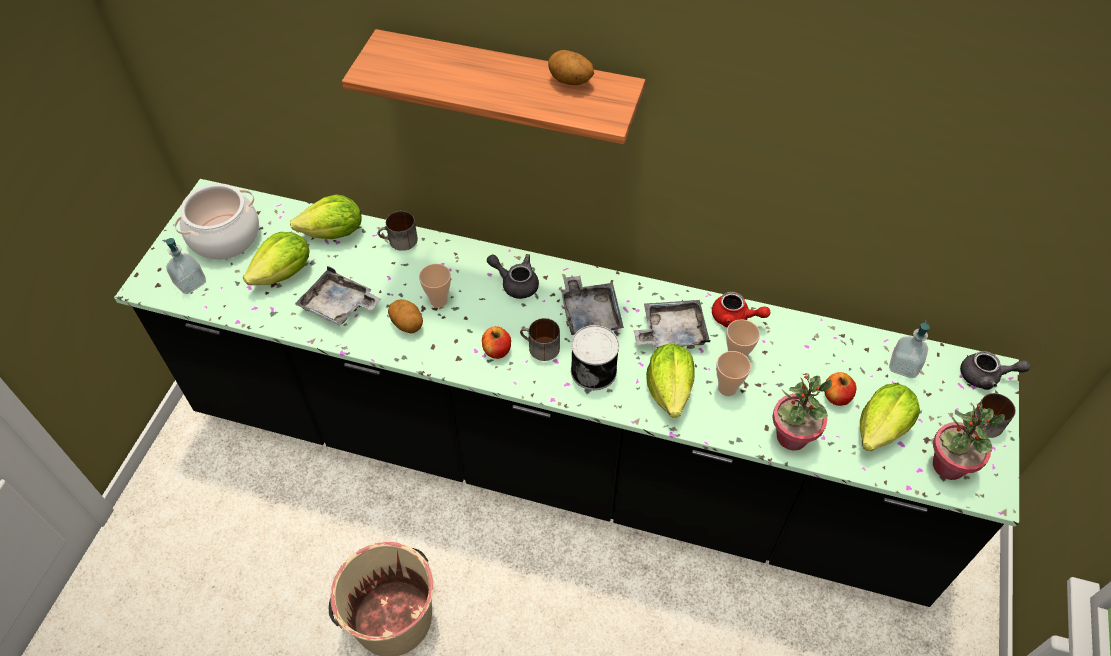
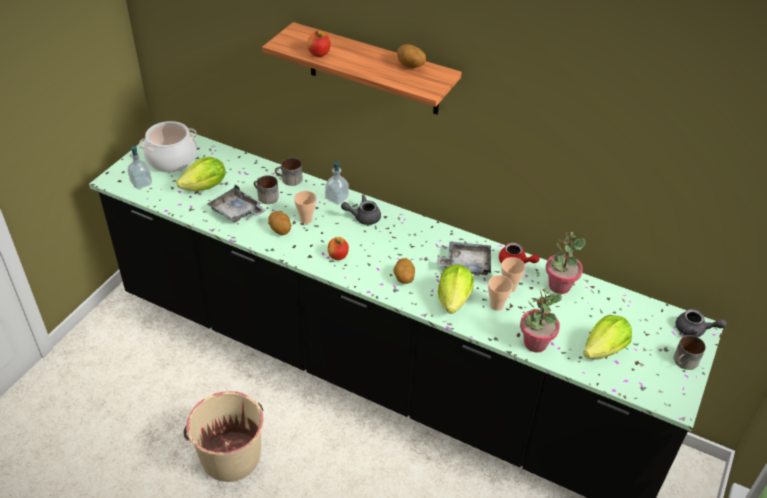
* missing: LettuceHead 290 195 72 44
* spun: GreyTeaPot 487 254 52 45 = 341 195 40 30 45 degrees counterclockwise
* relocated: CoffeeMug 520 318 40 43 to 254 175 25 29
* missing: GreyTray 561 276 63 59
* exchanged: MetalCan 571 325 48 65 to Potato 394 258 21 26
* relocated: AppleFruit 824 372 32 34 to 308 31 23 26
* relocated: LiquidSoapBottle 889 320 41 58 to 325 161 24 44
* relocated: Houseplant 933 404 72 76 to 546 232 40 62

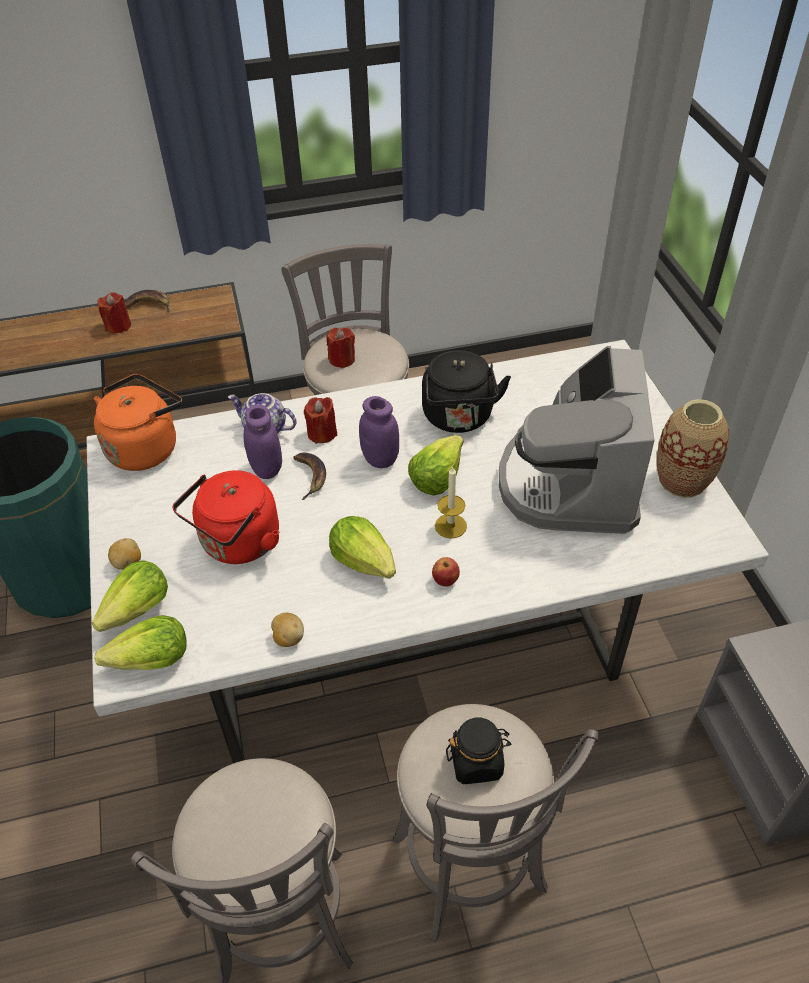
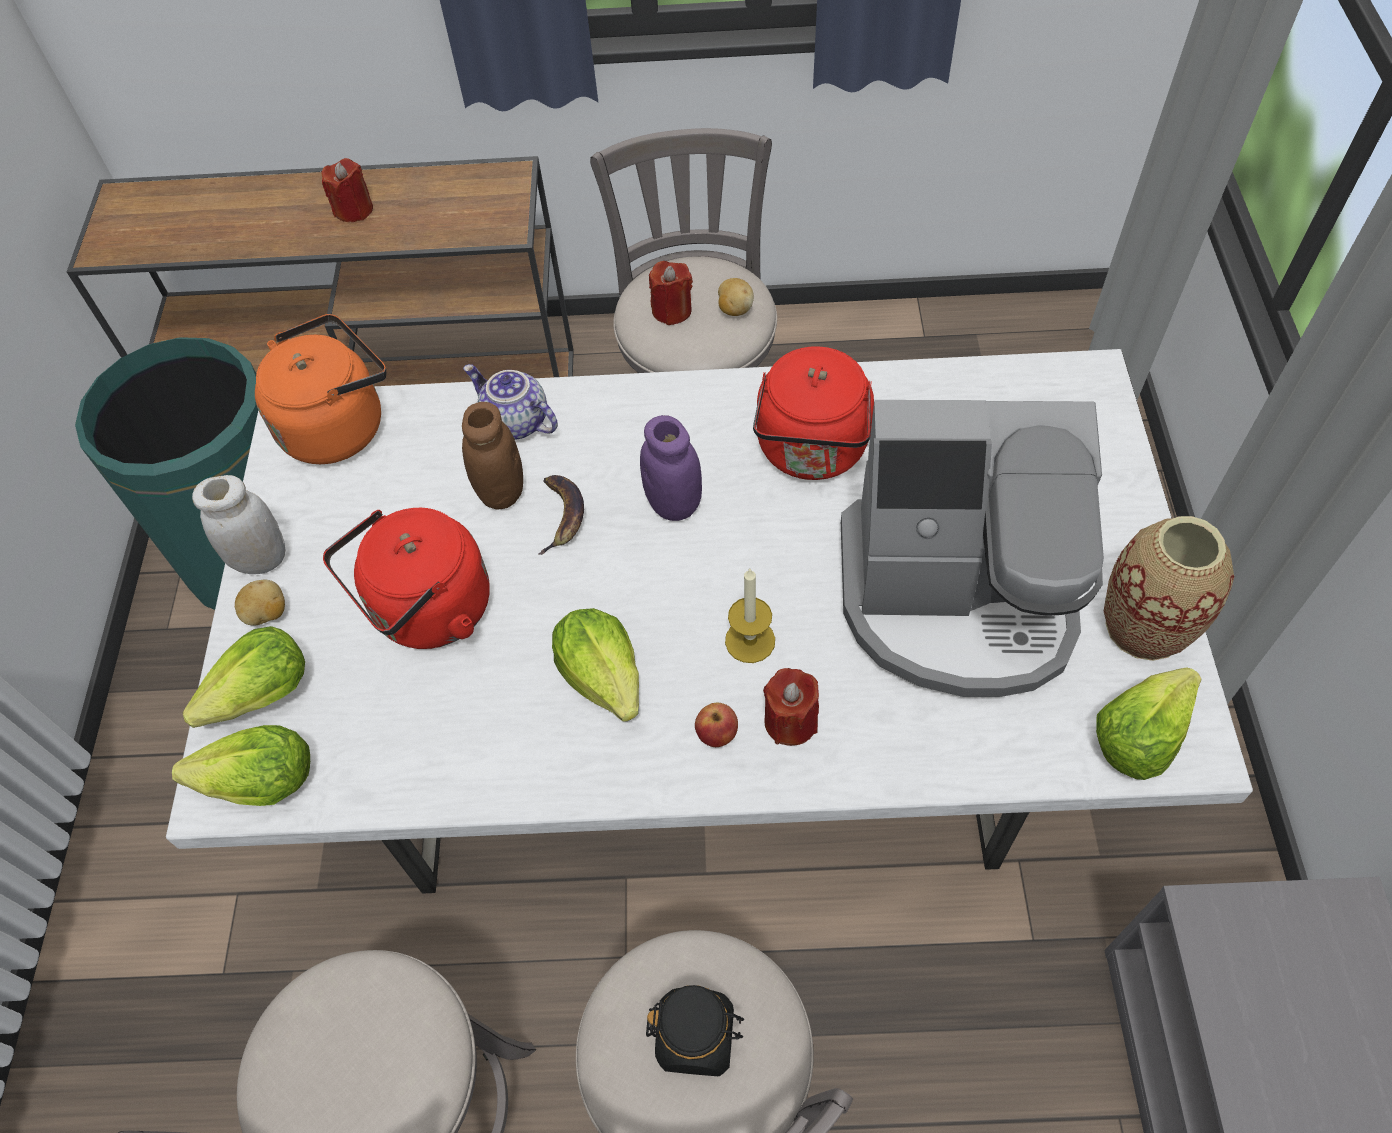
* missing: WholeBanana 125 290 45 23
* colour: PurplishPreserveJar 243 405 39 74 to BrownColouredPreserveJar 462 402 61 108
* relocated: Potato 271 613 33 34 to 718 278 36 38
* relocated: RedWaxLight 304 397 33 47 to 763 668 56 78
* relocated: LettuceHead 408 435 55 60 to 1096 667 106 113
* colour: BlackishTeaKettle 422 350 89 83 to RedTeaKettle 753 346 121 134
* spun: CoffeeBrewer 499 346 155 188 = 841 400 263 297 105 degrees counterclockwise
* appeared: WhitishPreserveJar 192 475 93 99

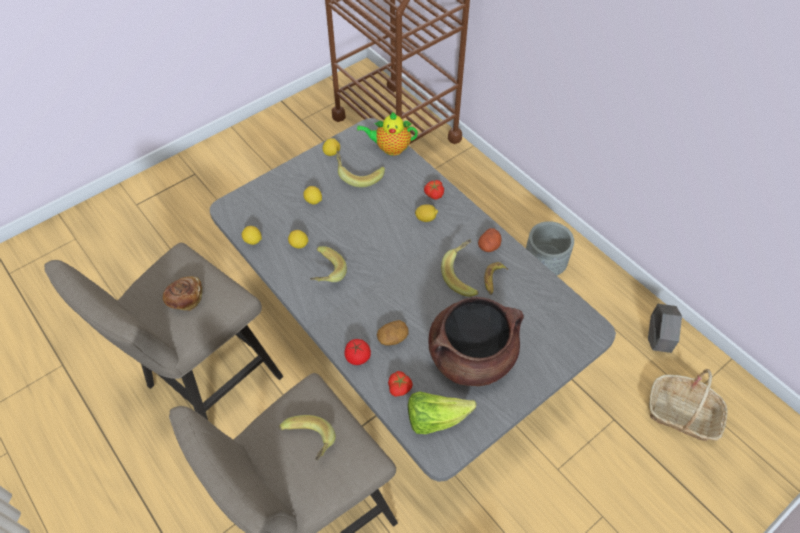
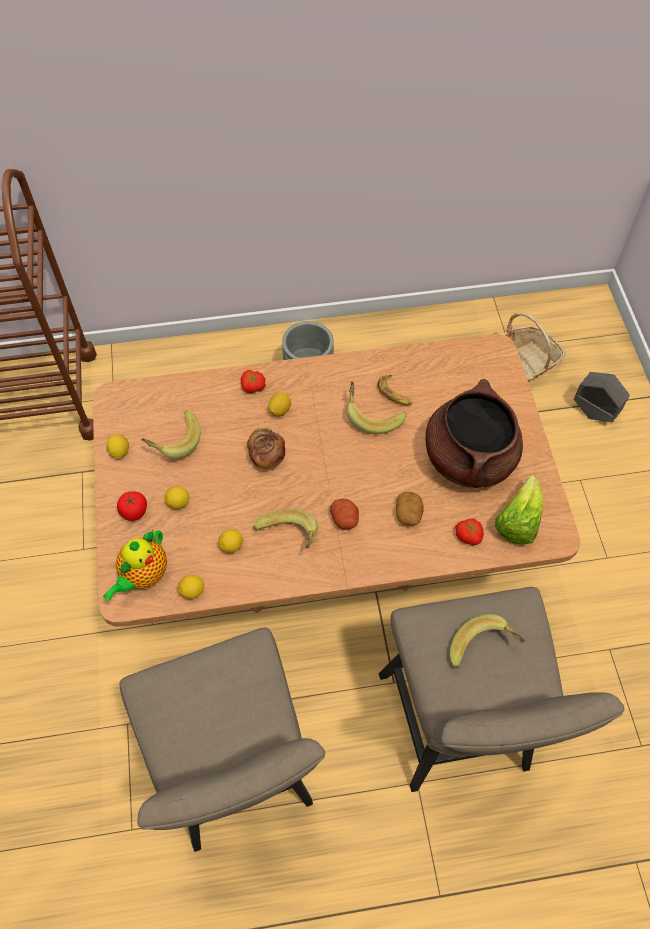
* relocated: Bread 163 276 39 35 to 247 428 38 41
* colour: GreyKitchenTable 210 118 406 364 to BrownColouredKitchenTable 93 334 487 293
* relocated: Tomato 344 339 27 26 to 117 491 30 30
* relocated: TeaPot 357 112 61 44 to 103 530 64 71
* relocated: Potato 478 228 24 24 to 330 499 29 31
* relocated: GreyPlanter 648 304 34 49 to 574 372 56 50

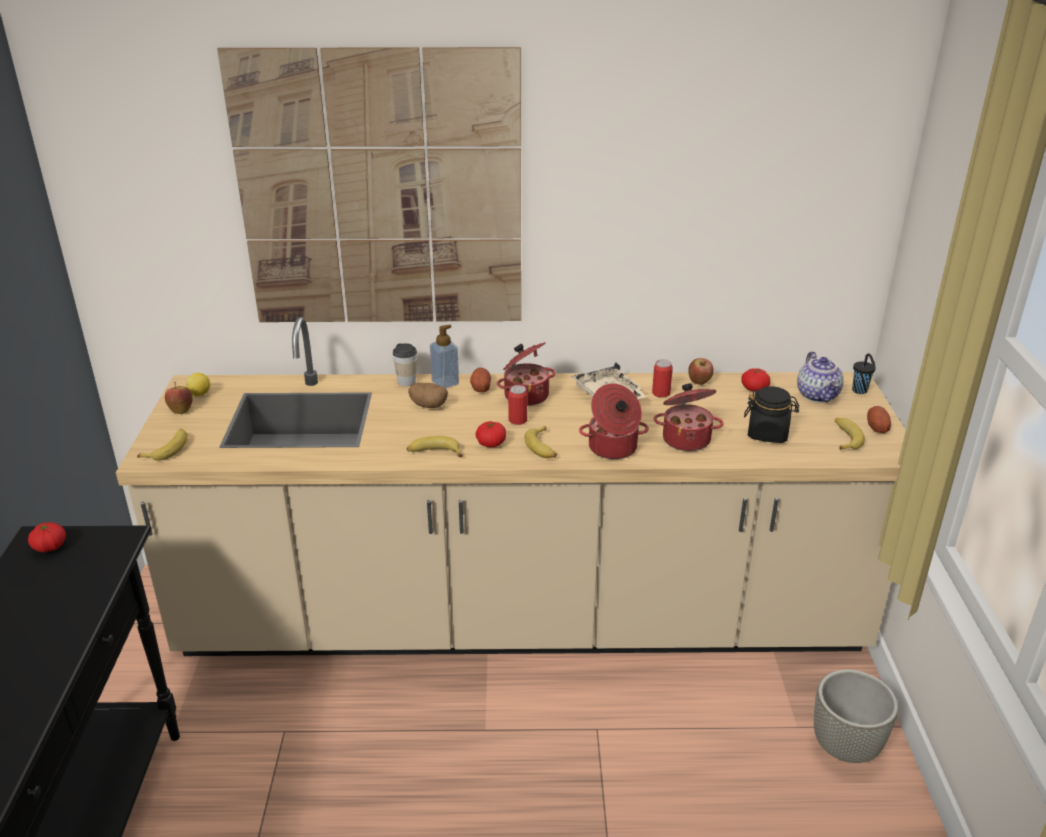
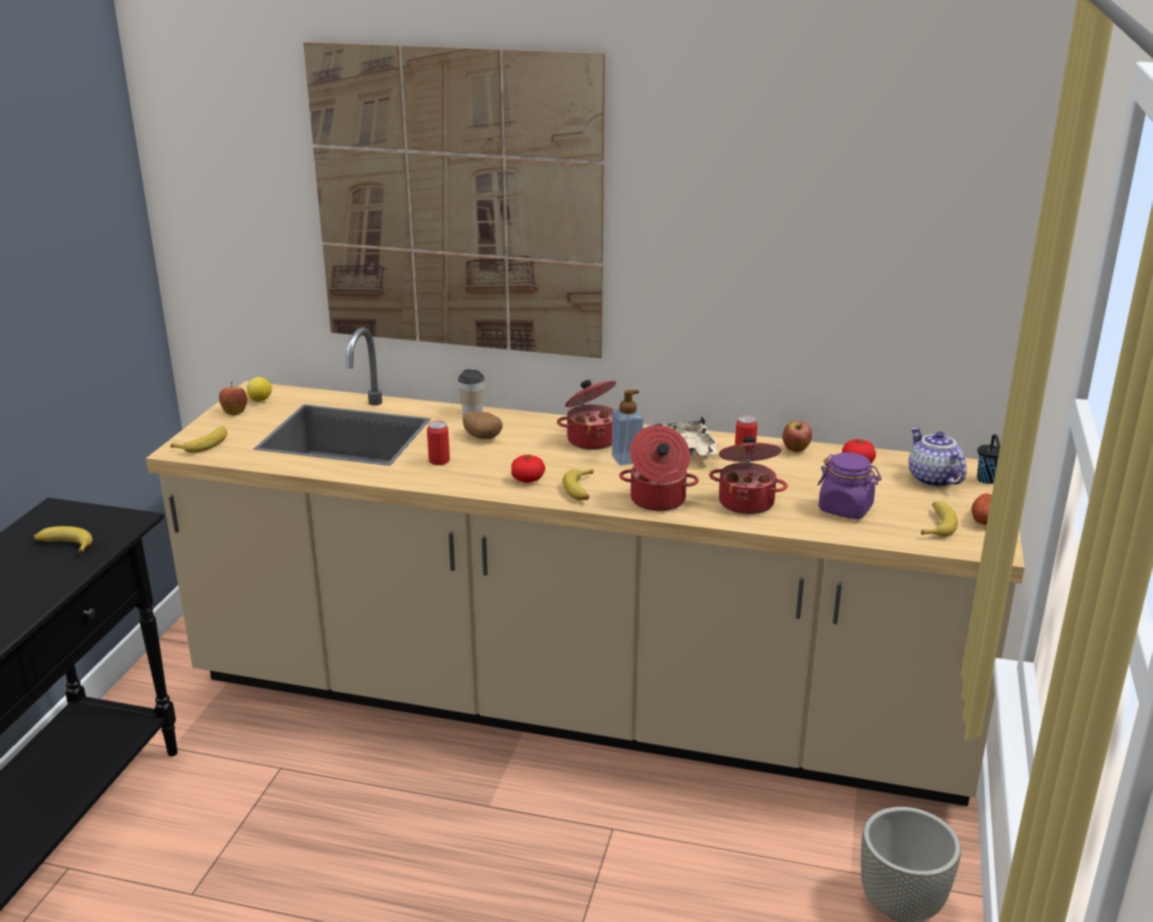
* missing: Tomato 28 522 38 30
* relocated: WholeBanana 406 436 57 21 to 34 526 59 28
* relocated: LiquidSoapBottle 430 325 29 64 to 612 390 32 75
* missing: Potato 470 368 21 24
* relocated: MetalCan 508 385 19 40 to 427 421 23 44
* colour: BlackishPreserveJar 744 386 55 57 to PurplishPreserveJar 817 452 64 67
* spun: TeaPot 797 351 47 52 = 909 427 58 60 150 degrees clockwise

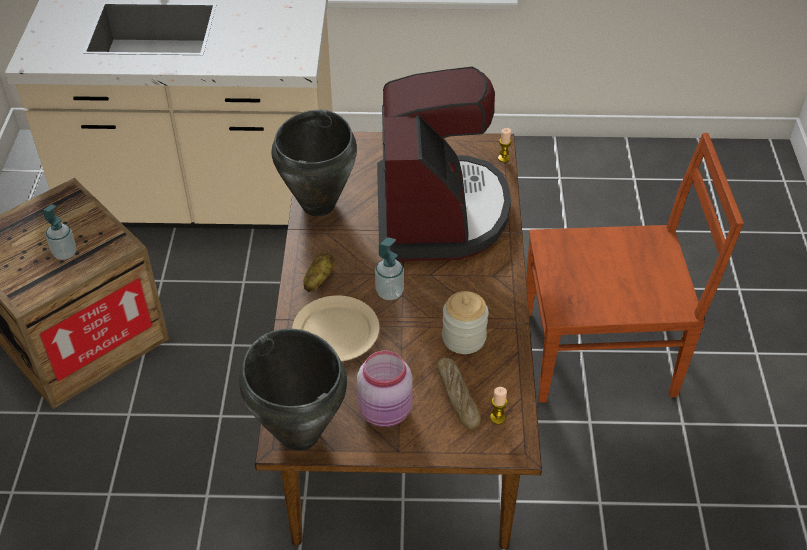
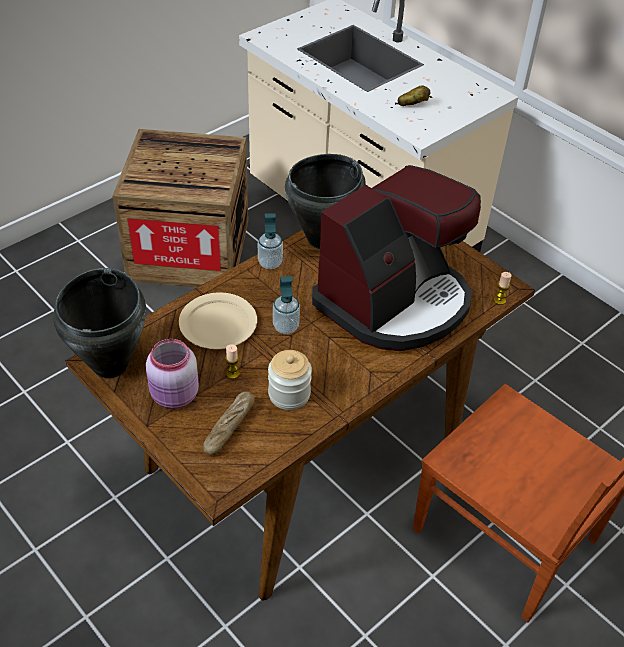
* relocated: LiquidSoapBottle 42 204 34 56 to 258 213 25 56
* relocated: Potato 303 253 32 39 to 398 86 32 20
* relocated: WaxLight 490 387 17 37 to 225 344 15 35

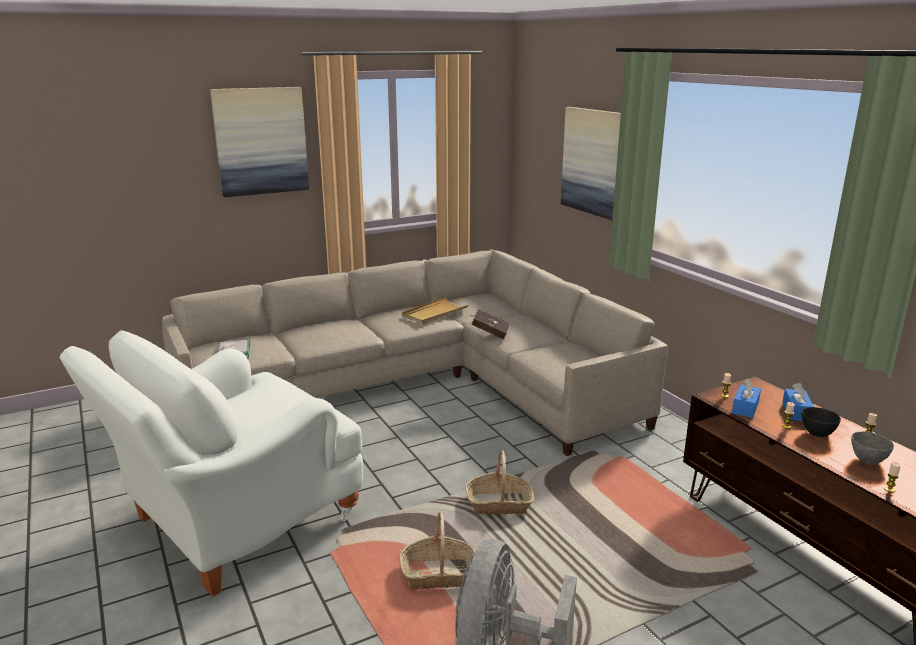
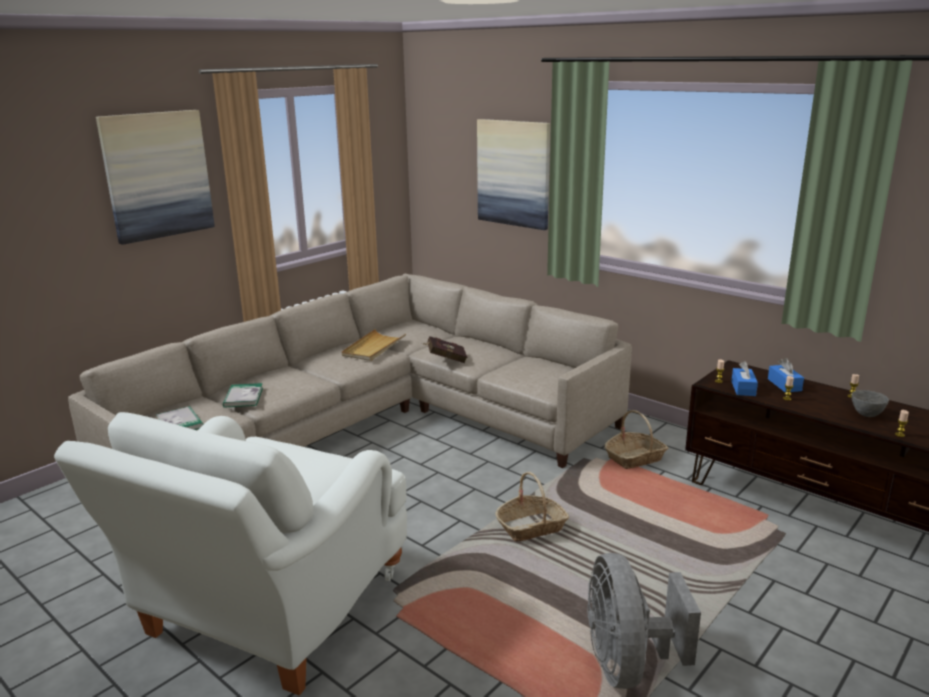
* relocated: StorageBasket 400 512 75 77 to 604 410 64 59
* missing: BlackishDeepDish 802 407 39 30
* appeared: Volume 223 383 40 25

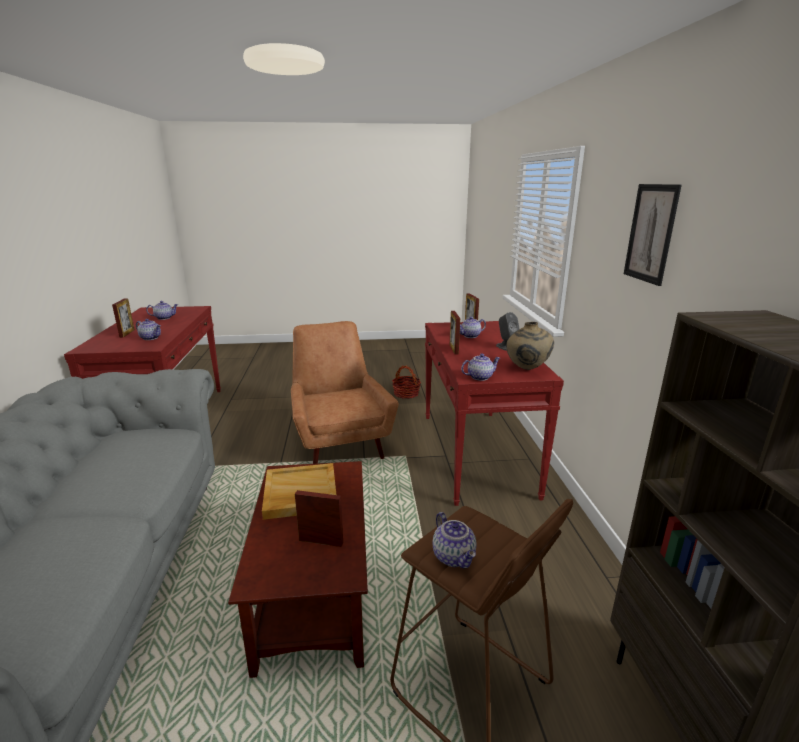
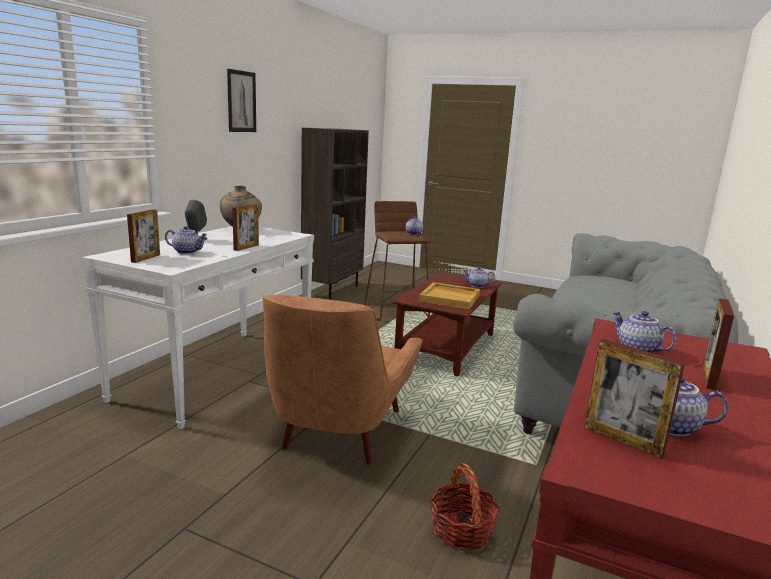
* relocated: StandingFrame 295 490 48 57 to 584 339 101 120
* relocated: StorageBasket 392 366 29 33 to 430 463 69 88
* colour: RedNarrowTable 425 321 139 185 to WhitishNarrowTable 82 226 232 203
* relocated: TeaPot 461 354 39 27 to 463 267 32 21

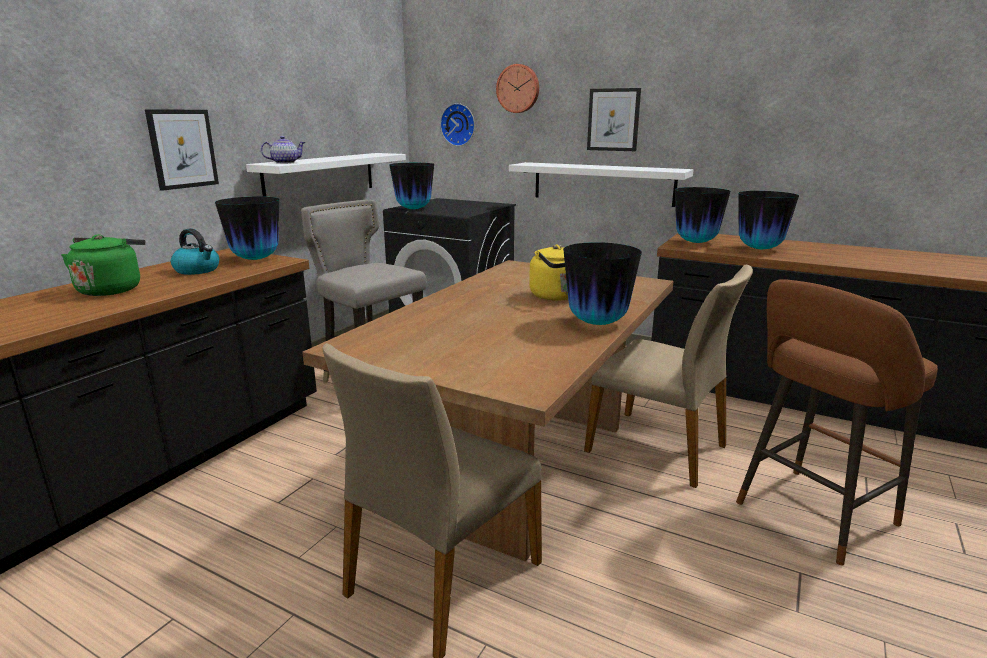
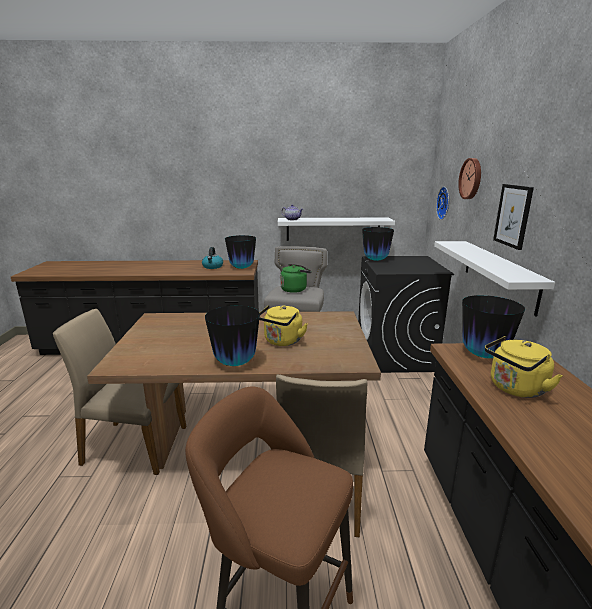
* relocated: GreenColouredTeaKettle 61 234 85 62 to 280 264 32 29
* missing: WallArt 145 109 74 82
* exchanged: Vase 738 191 61 58 to YellowColouredTeaKettle 485 336 77 62

